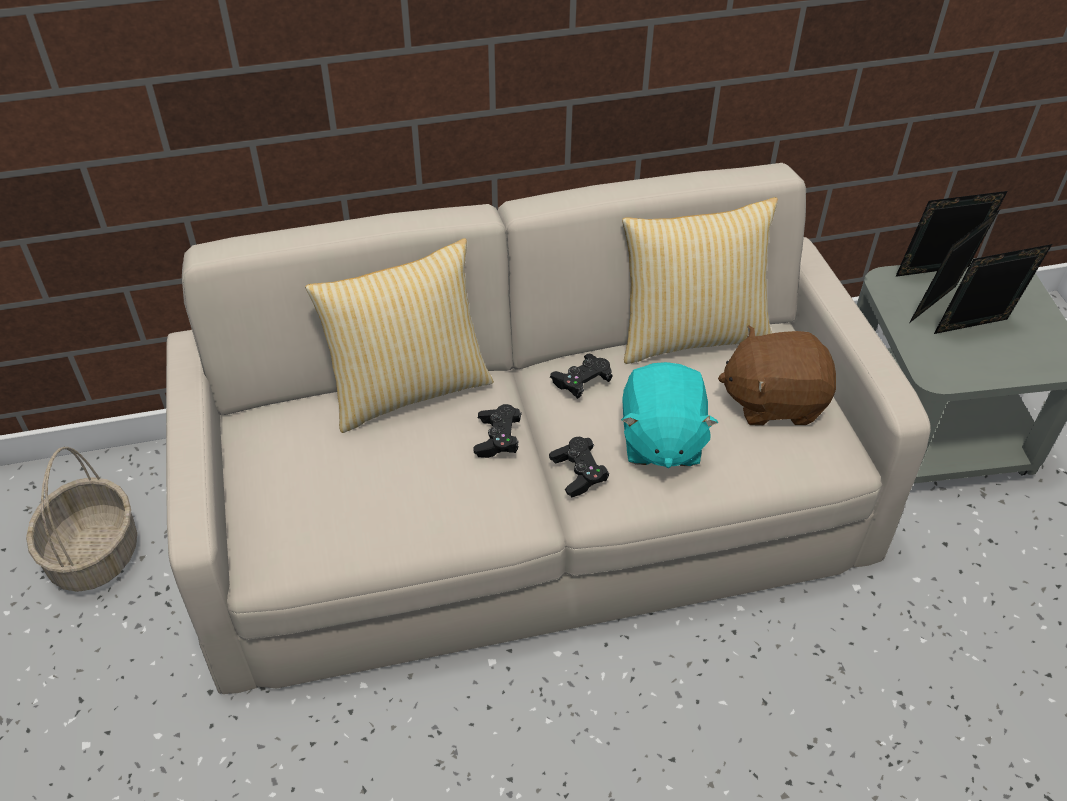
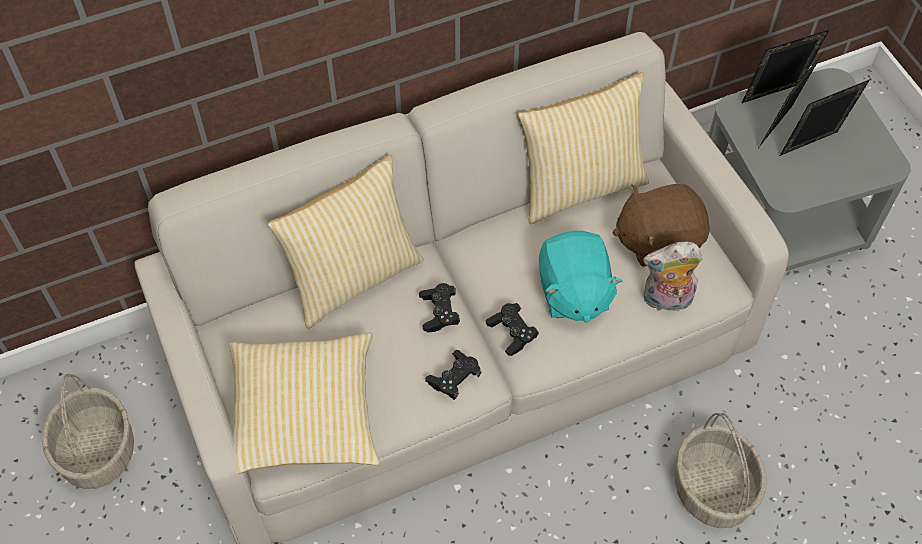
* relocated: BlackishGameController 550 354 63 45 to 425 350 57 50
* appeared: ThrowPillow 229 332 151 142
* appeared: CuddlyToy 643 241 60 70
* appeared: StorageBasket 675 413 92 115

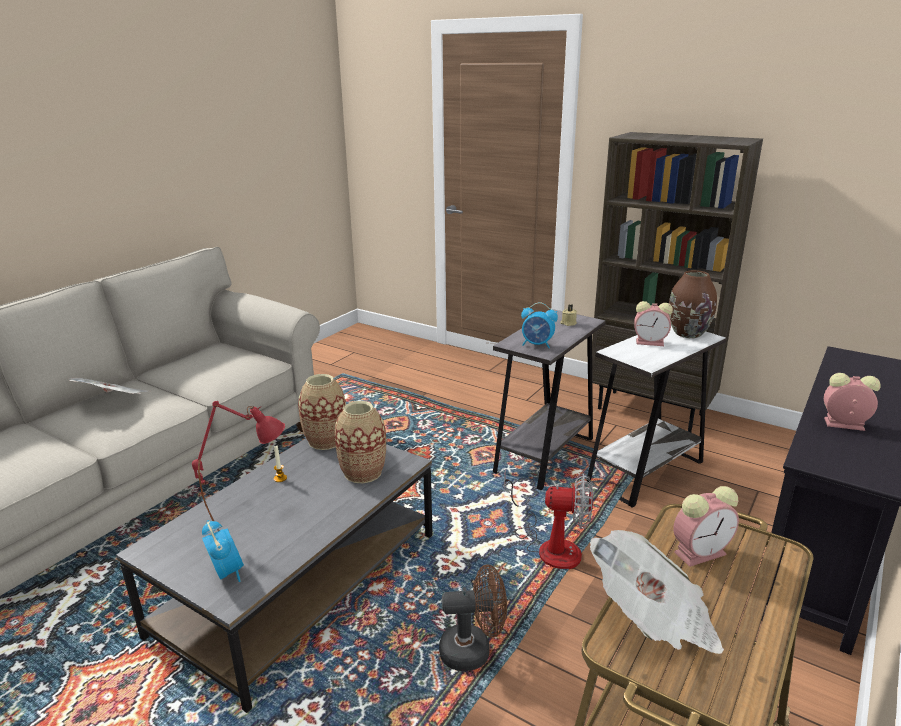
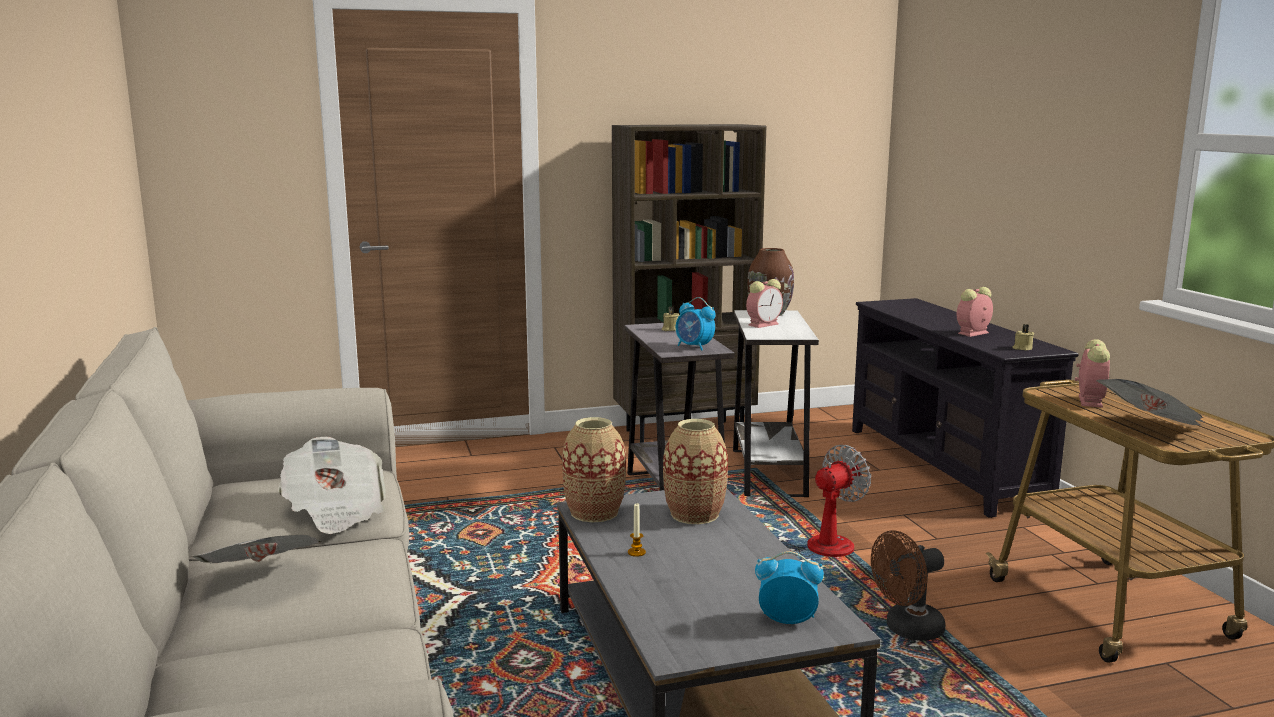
* missing: RedLampForATable 192 401 93 130
* spun: BrownColouredElectricFan 439 564 68 107 = 871 530 74 111 150 degrees counterclockwise
* spun: BedsideClock 521 302 37 46 = 676 297 40 54 75 degrees clockwise
* appeared: PrintedPaper 278 437 108 97
* appeared: SandColouredWaxLight 1012 324 22 27

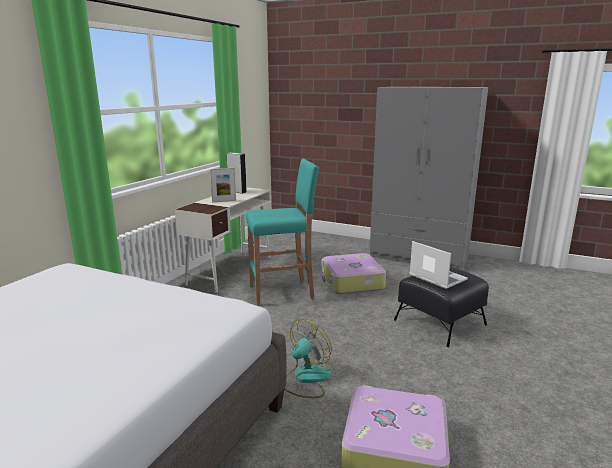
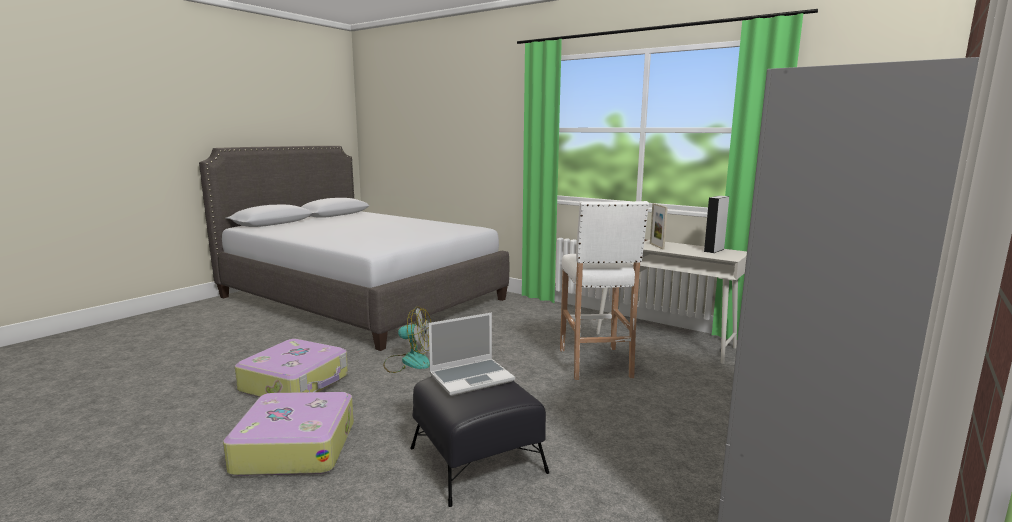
* colour: BlueGreenSittingStool 246 159 73 147 to WhitishSittingStool 560 201 89 179
* spun: ElectricFan 284 318 48 80 = 383 307 48 66 45 degrees counterclockwise
* relocated: Suitcase 321 253 65 41 to 223 392 131 84

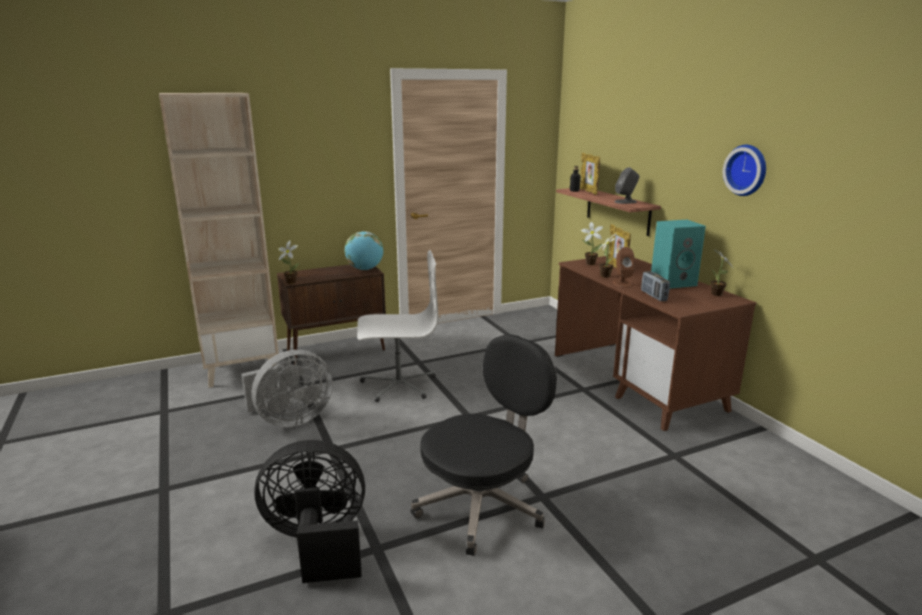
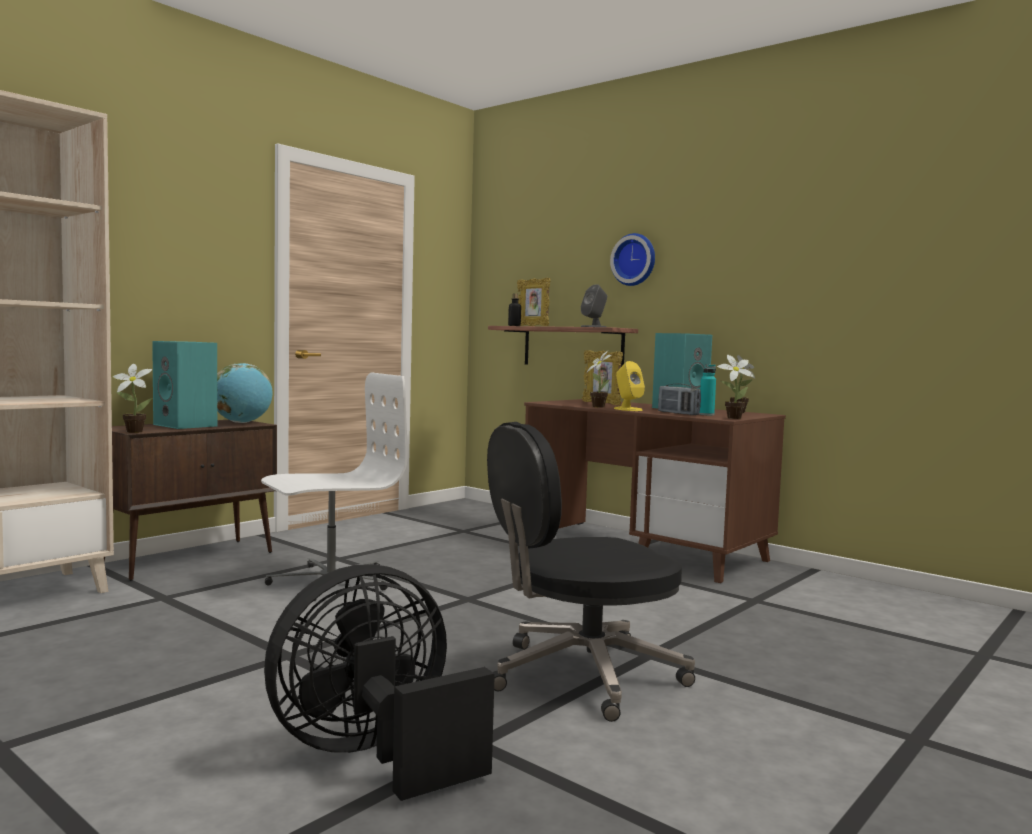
* missing: GreyElectricFan 241 350 92 77
* spun: BlackishDeskChair 410 334 147 222 = 487 422 208 300 135 degrees counterclockwise
* relocated: Houseplant 580 222 24 43 to 717 355 37 64
* colour: BrownColouredSpeaker 613 247 22 41 to YellowColouredSpeaker 614 361 31 50
* relocated: HangingClock 723 145 43 51 to 610 233 45 53
* appeared: BlueGreenSpeaker 152 341 65 88
* appeared: BlueGreenBeverageBottle 699 364 17 52

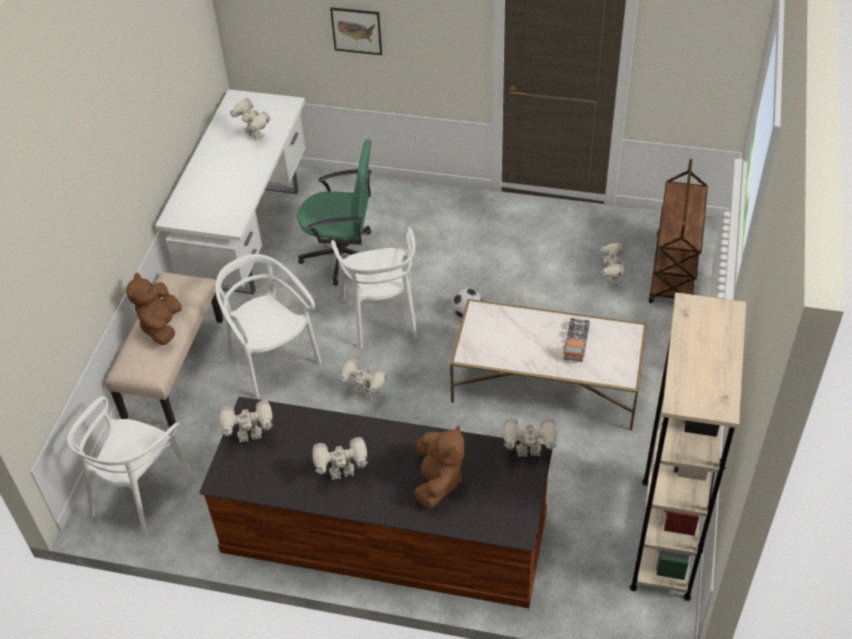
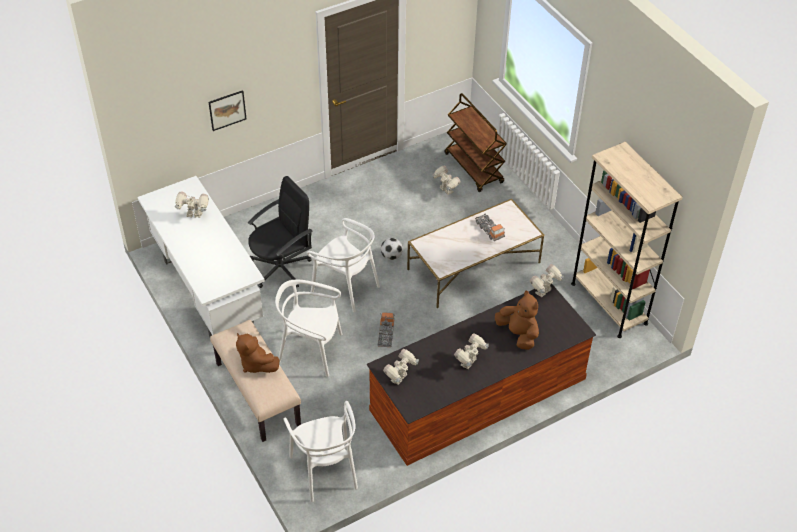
* colour: GreenColouredDeskChair 297 140 75 146 to BlackishDeskChair 248 176 64 112
* exchanged: ModelRobot 338 358 49 40 to ModelTruck 378 313 17 34

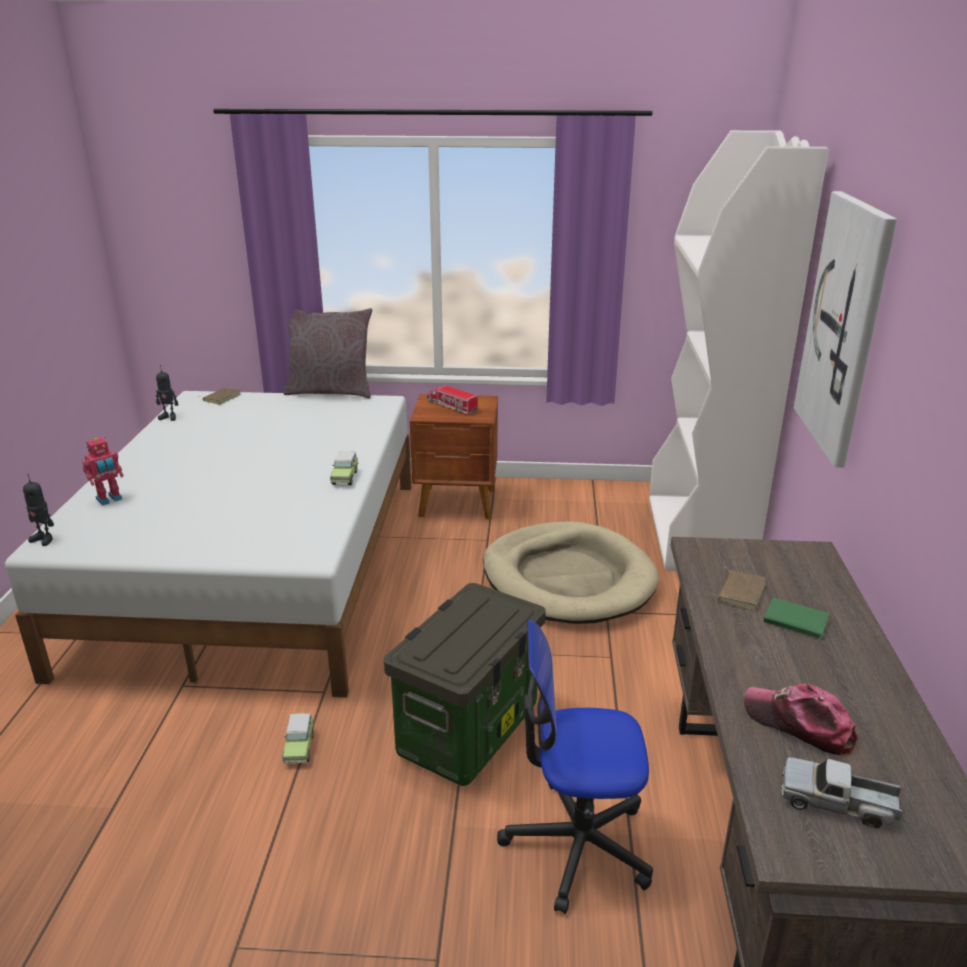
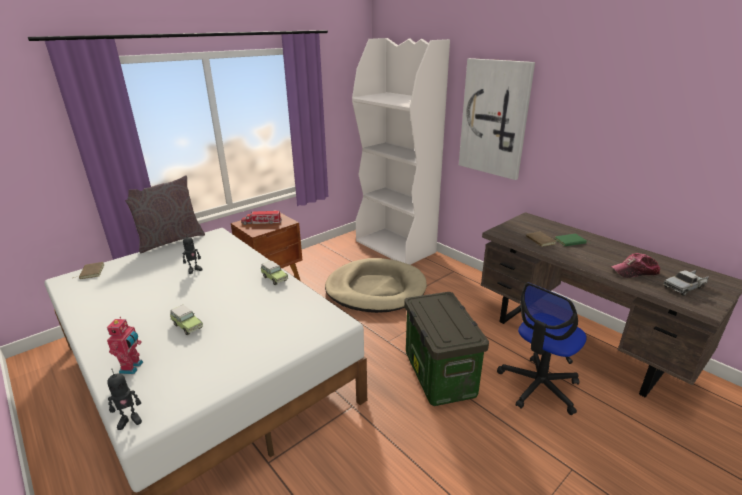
* relocated: ModelRobot 156 365 22 56 to 183 234 20 40
* relocated: ModelCar 282 713 32 51 to 170 305 33 30

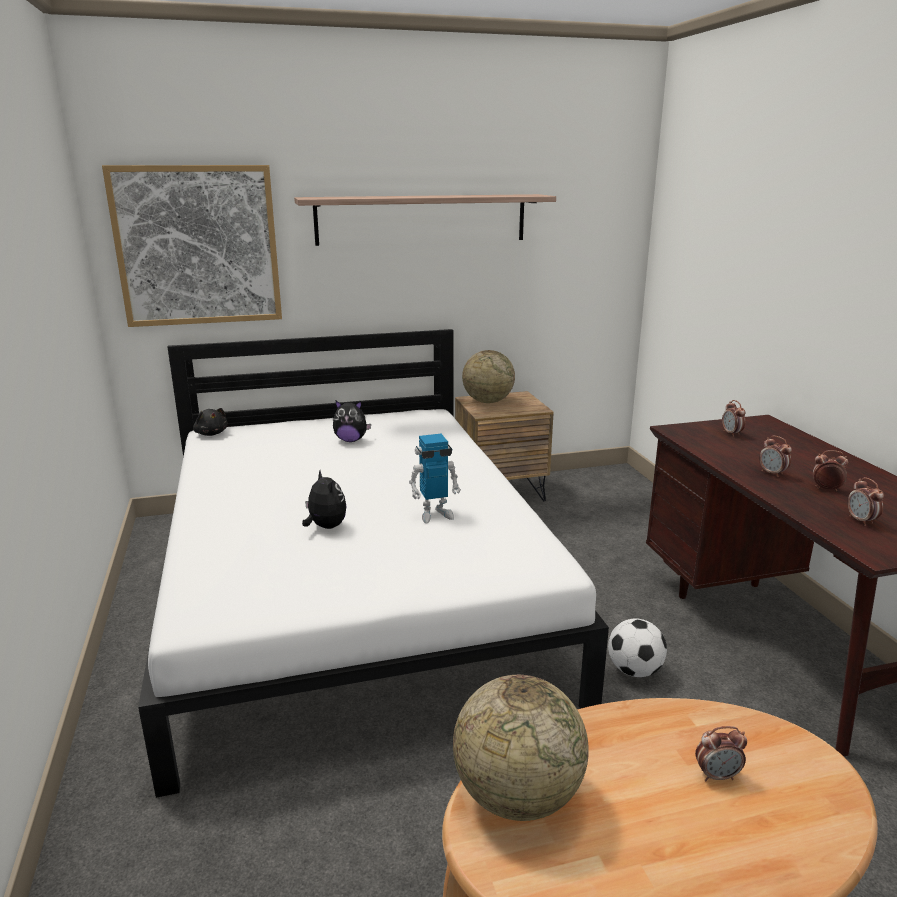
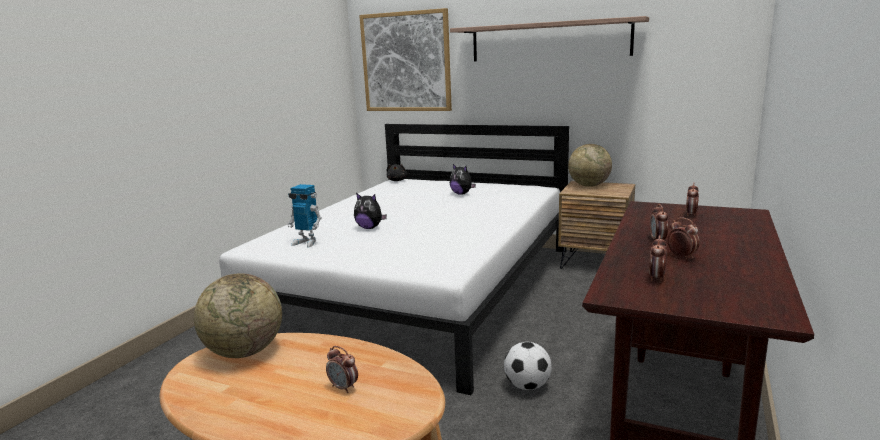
* spun: CuddlyToy 302 470 45 59 = 354 193 33 36 105 degrees clockwise
* relocated: ModelRobot 409 434 52 89 to 287 184 35 63

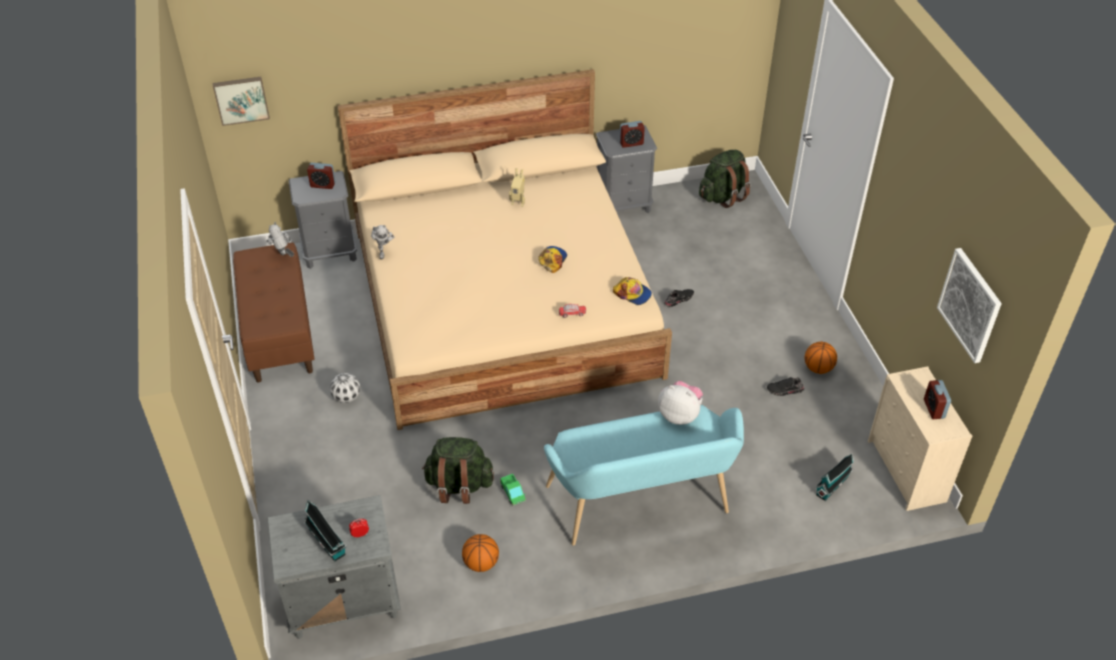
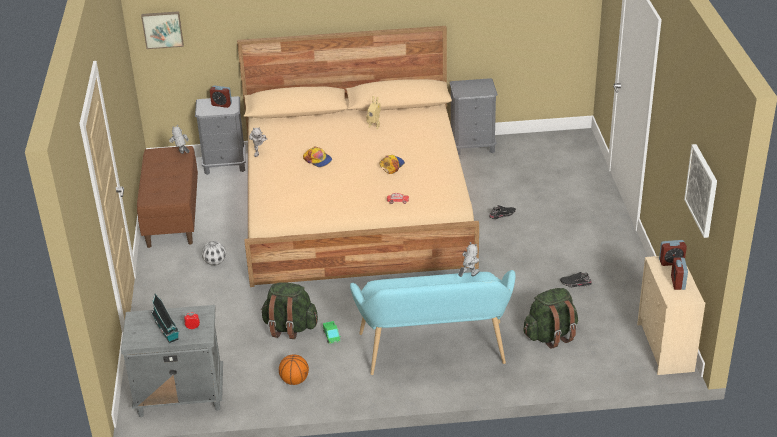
* relocated: Cap 613 277 39 28 to 303 147 29 20
* relocated: BedsideClock 619 121 26 27 to 659 240 28 26
* exchanged: CuddlyToy 658 381 45 44 to ModelRobot 458 242 21 35
* relocated: GreenColouredKnapsack 699 150 52 58 to 523 288 55 61
* missing: BallForBasketball 805 342 32 32
* missing: ModelHouse 816 453 38 48

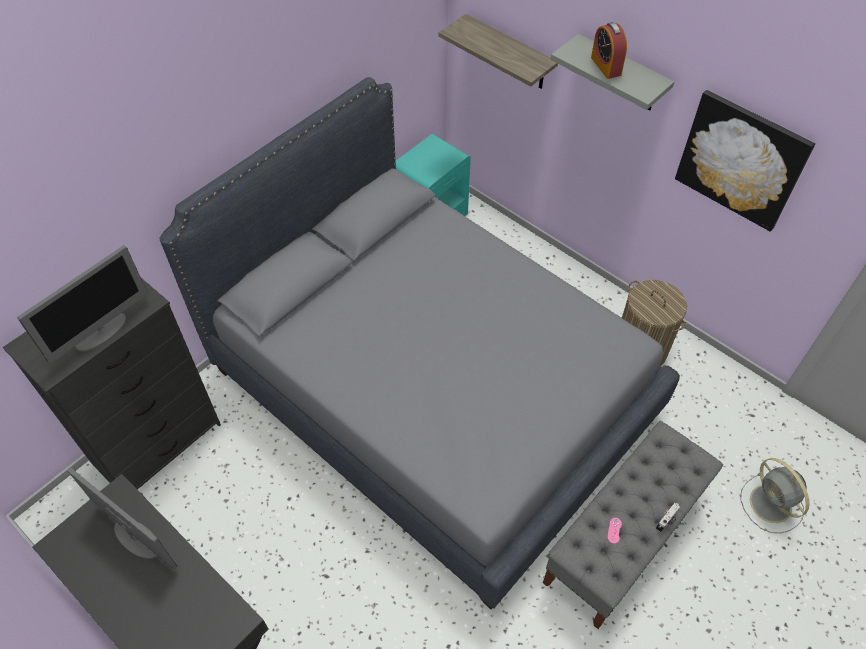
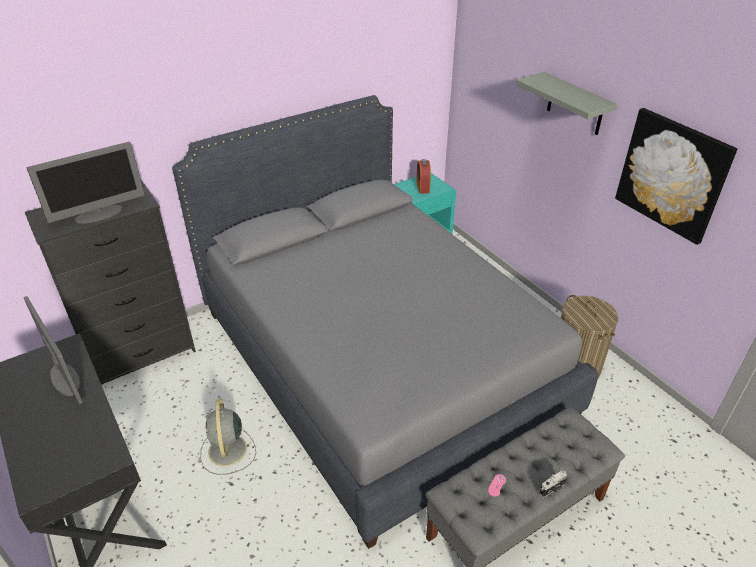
* missing: Shelf 438 14 120 75
* relocated: BedsideClock 591 22 36 57 to 416 159 15 35
* relocated: GreyElectricFan 740 458 70 75 to 200 398 56 77

